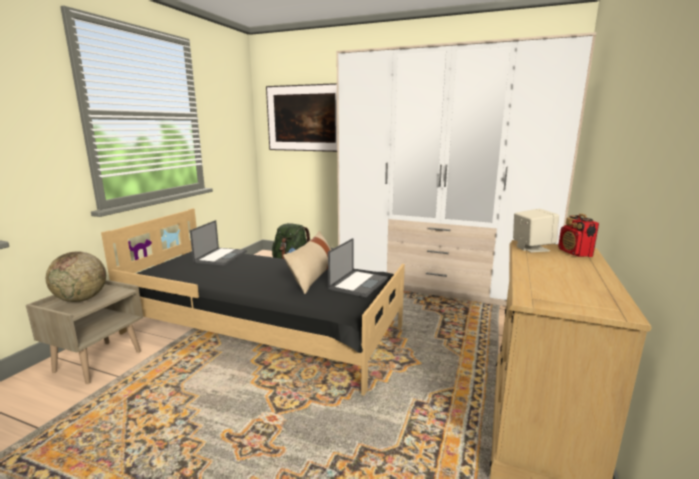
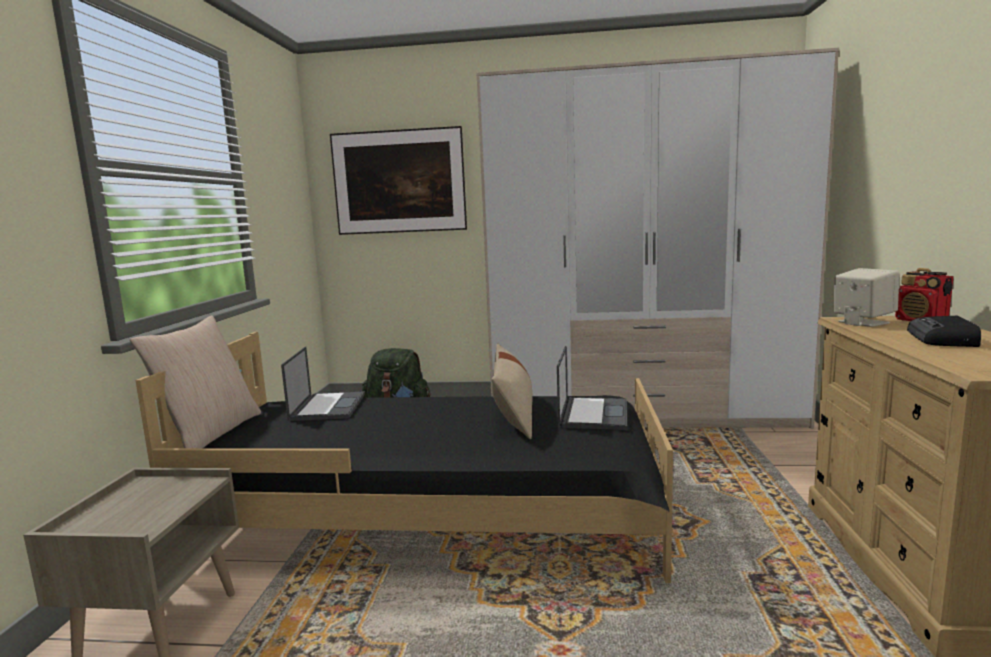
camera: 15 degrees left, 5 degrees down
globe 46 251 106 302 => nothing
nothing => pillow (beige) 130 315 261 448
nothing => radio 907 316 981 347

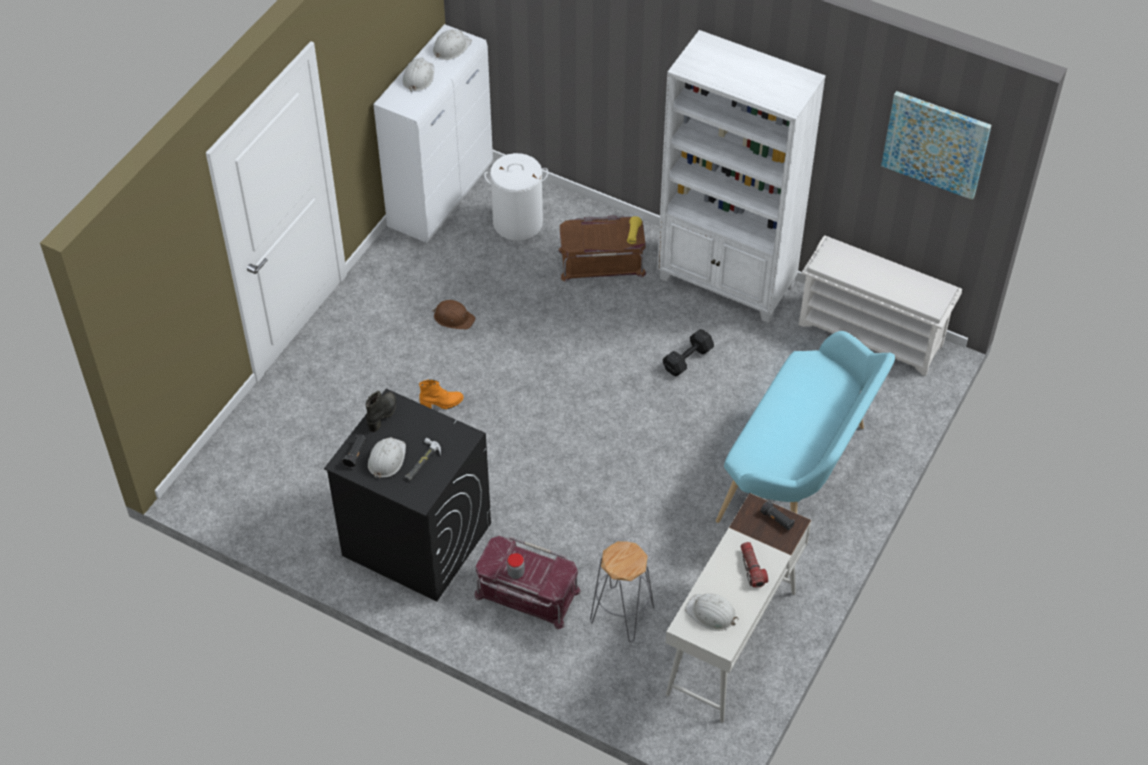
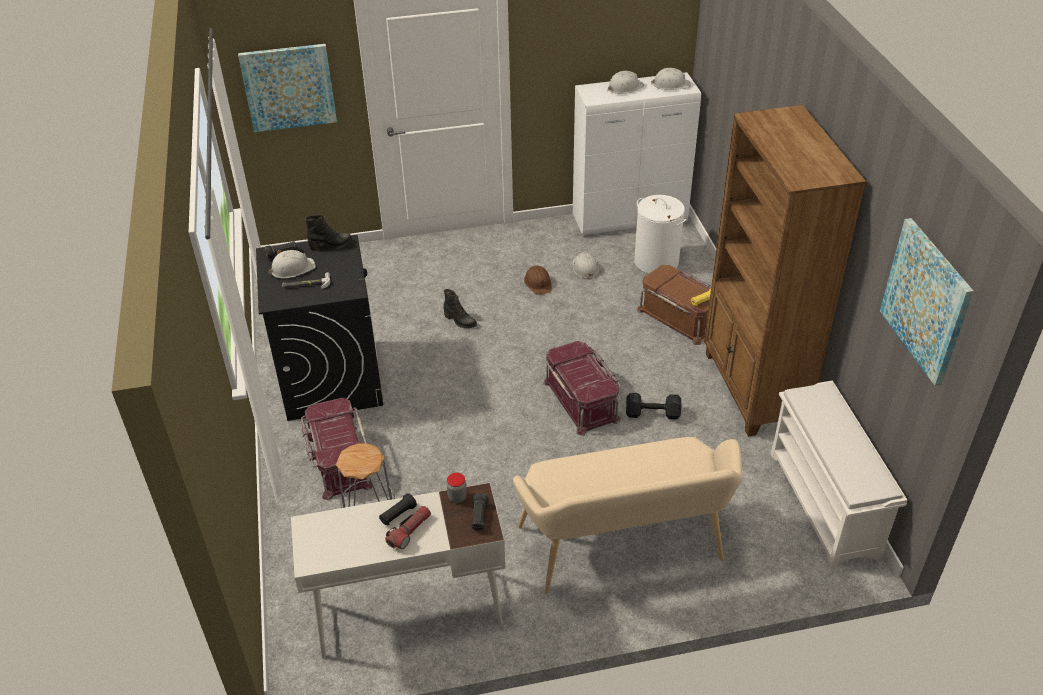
camera: 50 degrees right, 10 degrees down
bookcase (white) 657 30 826 323 => bookcase (brown) 704 105 866 436
bench (turquoise) 716 331 895 523 => bench (beige) 513 437 742 594
boot (orange) 419 379 464 409 => boot (black) 444 289 477 328
jar 507 553 525 579 => jar 447 473 467 503, relocated
hard hat (white) 685 593 739 631 => hard hat (white) 572 252 599 280, relocated
nothing => picture 238 44 337 132
nothing => storage box (red) 543 341 621 436
nothing => flashlight (black) 379 493 417 526

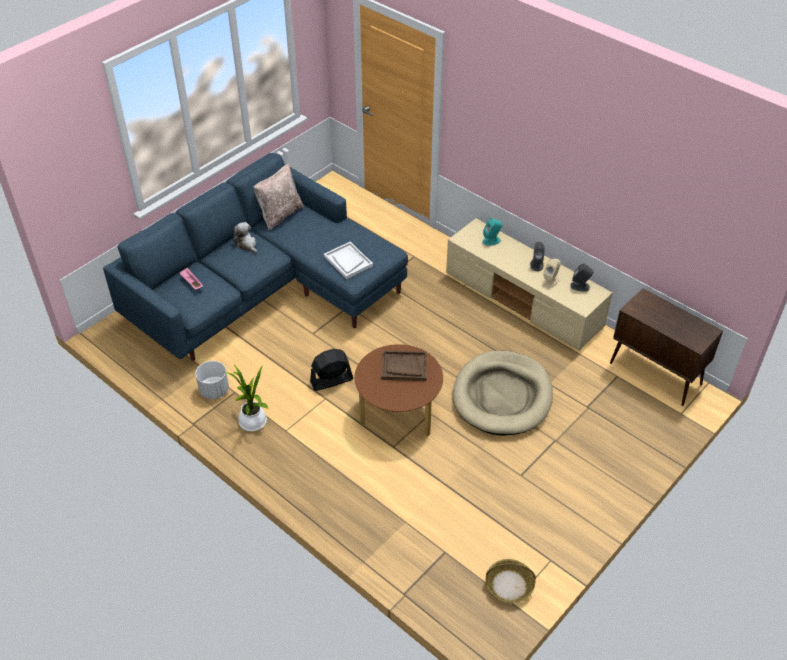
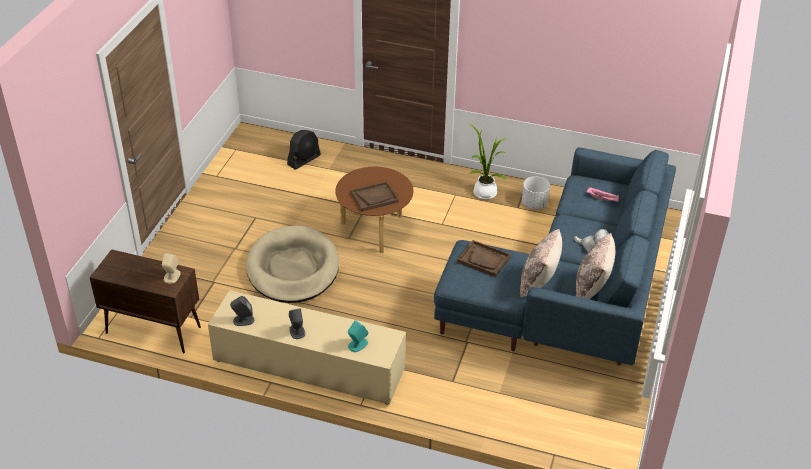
camera: 155 degrees right, 5 degrees down
tray (white) 324 242 373 279 => tray (brown) 457 240 511 277
speaker (beige) 543 259 561 288 => speaker (beige) 162 253 180 284, relocated
fan (black) 310 349 353 391 => fan (black) 287 130 321 170, relocated
basket 486 559 536 603 => nothing
nothing => pillow (beige) 520 229 562 297

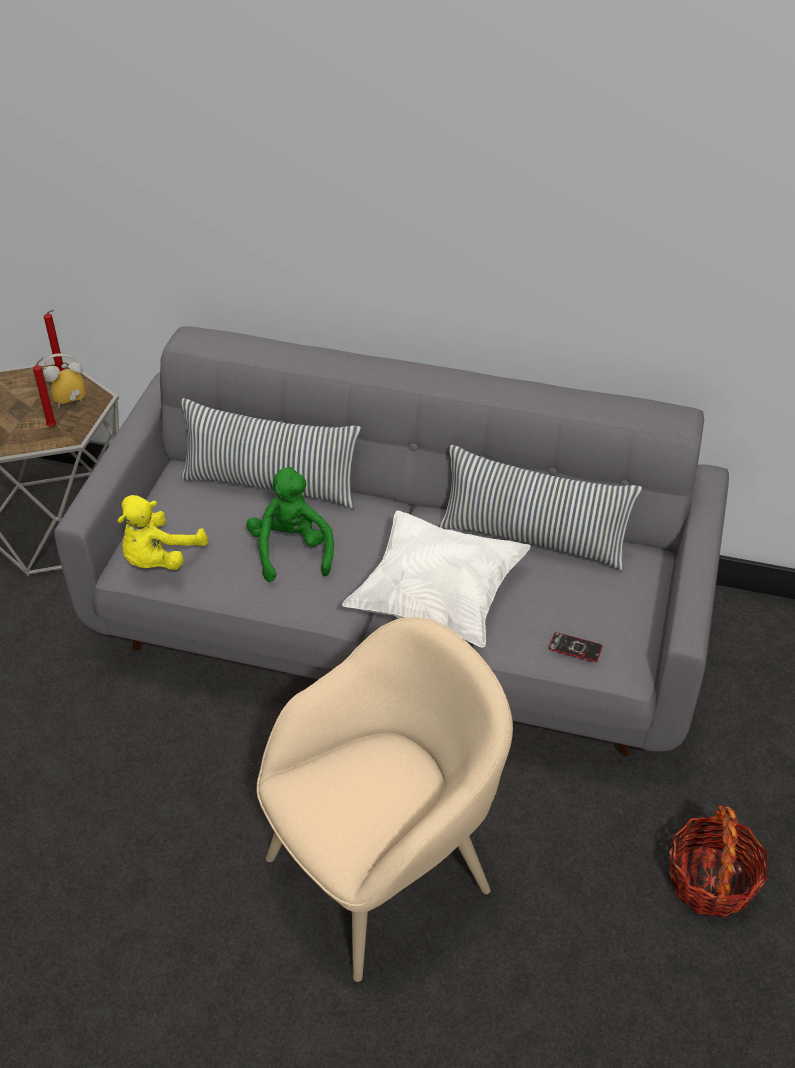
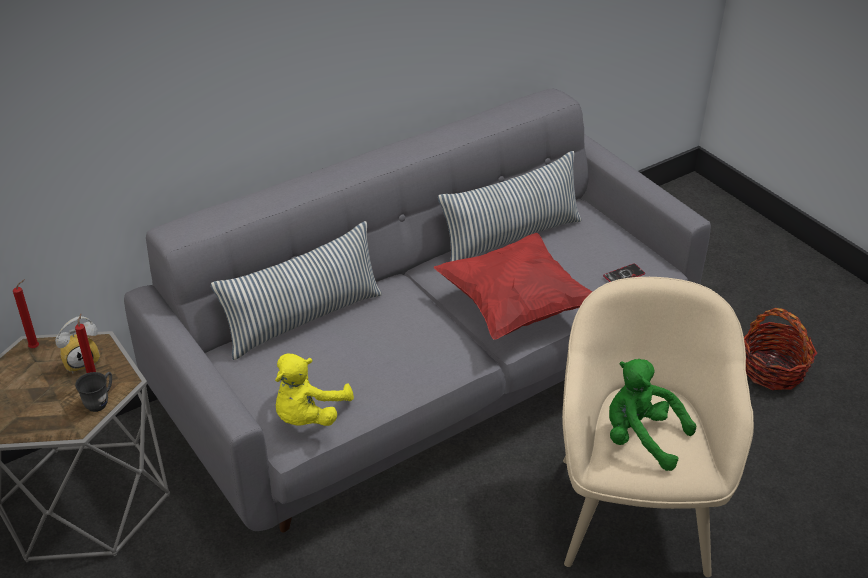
camera: 50 degrees left, 5 degrees down
alarm clock 43 354 86 408 => alarm clock 55 316 100 373, 135 degrees counterclockwise
plush toy (green) 246 467 334 582 => plush toy (green) 609 359 696 471, relocated
plush toy (yellow) 117 495 208 570 => plush toy (yellow) 275 353 354 426, 45 degrees clockwise
pillow (white) 342 511 531 648 => pillow (red) 434 233 592 340
nothing => mug (grey) 75 372 112 412

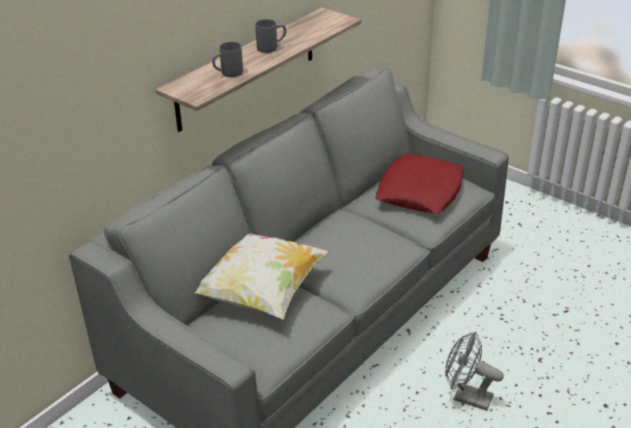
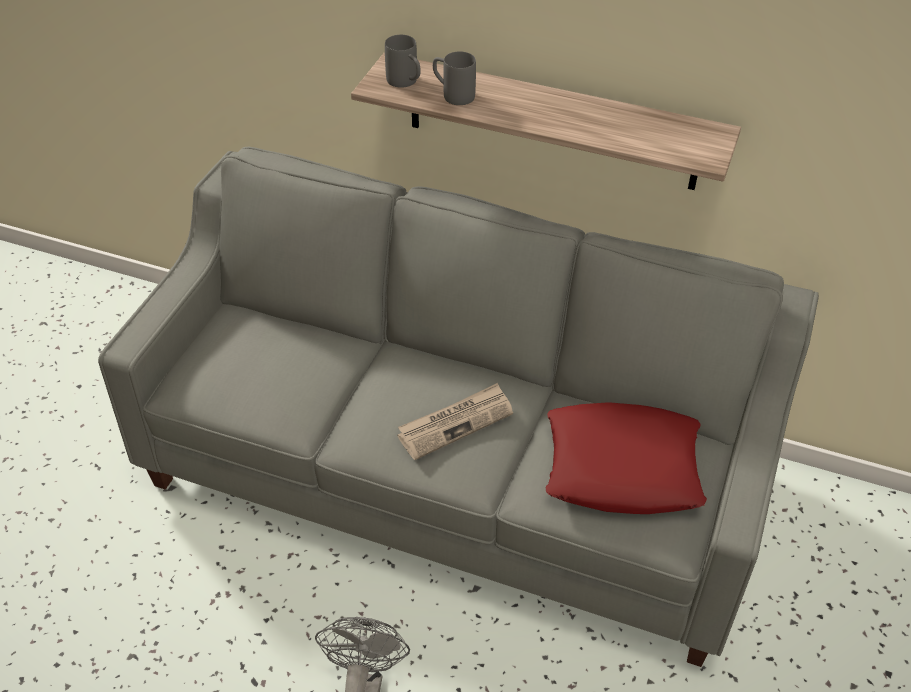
camera: 70 degrees right, 10 degrees up
mug (grey) 255 19 286 53 => mug (grey) 385 35 420 88, relocated
pillow 195 233 328 320 => nothing
nothing => newspaper 397 383 513 460

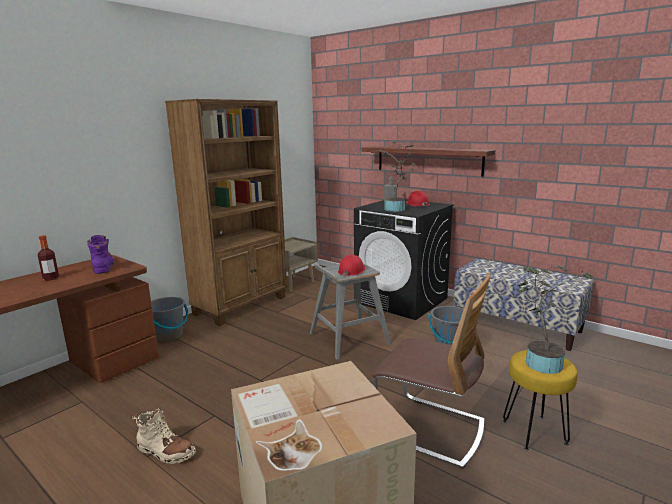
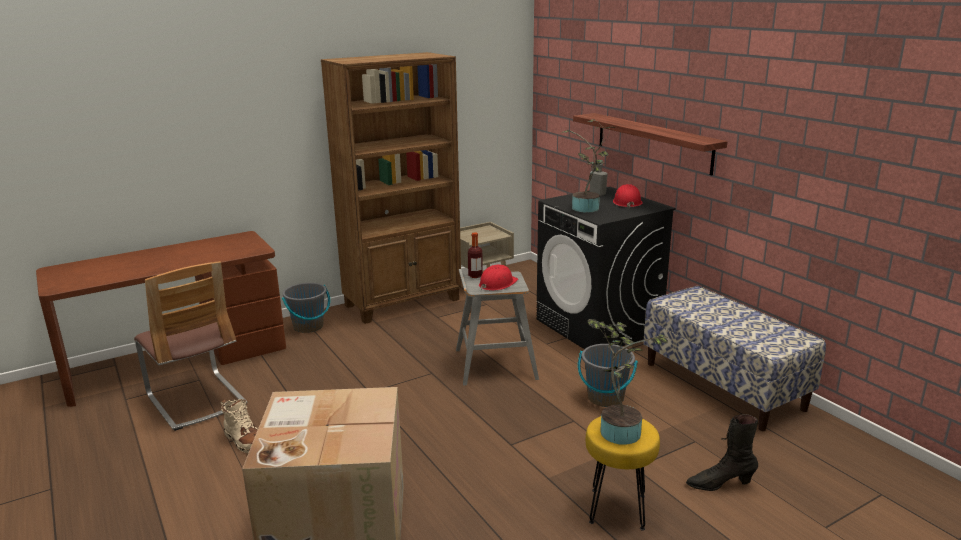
camera: 20 degrees right, 5 degrees up
bottle 38 235 59 281 => bottle 468 232 483 278, relocated
boot (purple) 87 235 114 274 => nothing
chair 372 273 491 469 => chair 134 261 247 431, relocated
nothing => boot (black) 686 414 758 491

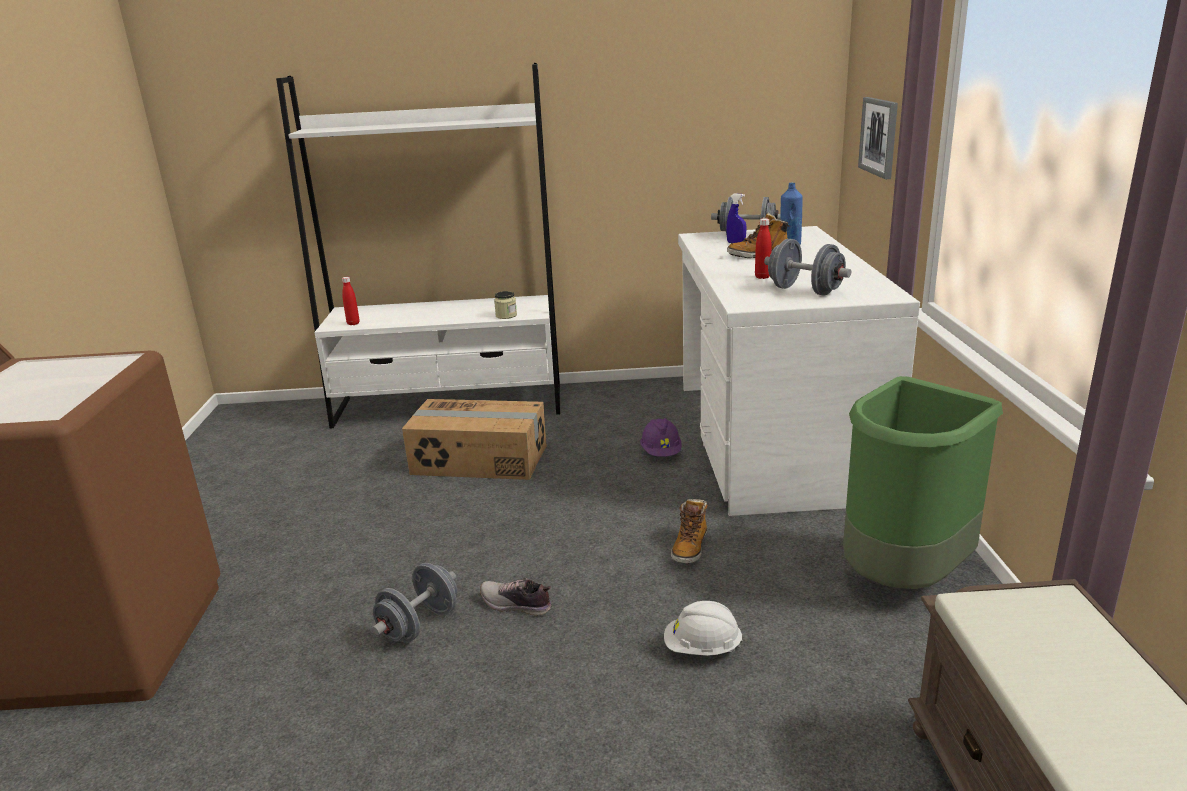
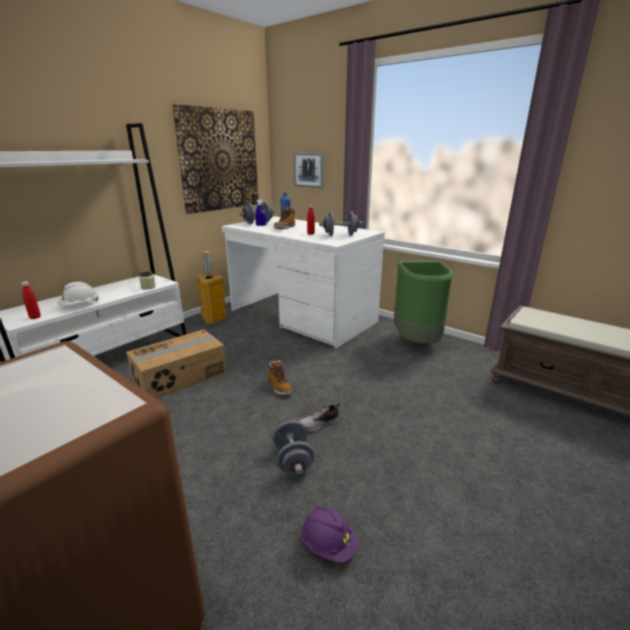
camera: 50 degrees left, 0 degrees up
hard hat (purple) 640 418 682 457 => hard hat (purple) 301 507 358 563, relocated
boot 671 499 707 564 => boot 268 360 293 395, relocated
hard hat (white) 664 601 743 656 => hard hat (white) 57 282 99 306, relocated
nothing => picture 172 104 258 214
nothing => trash can 197 251 227 324

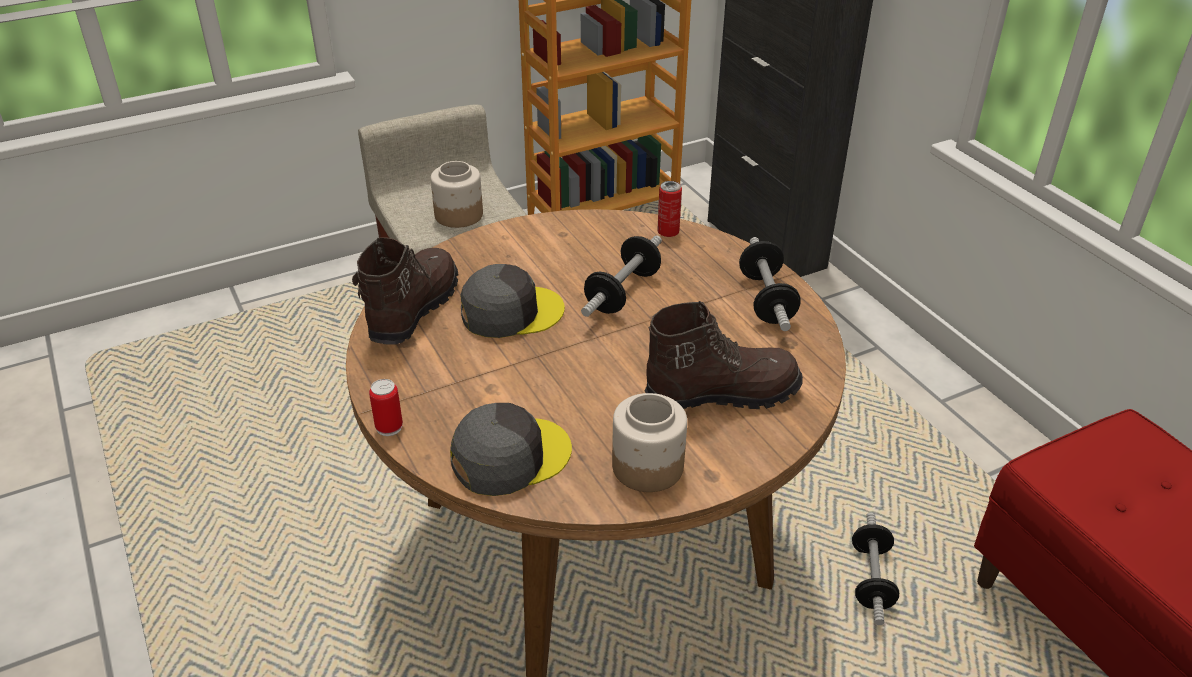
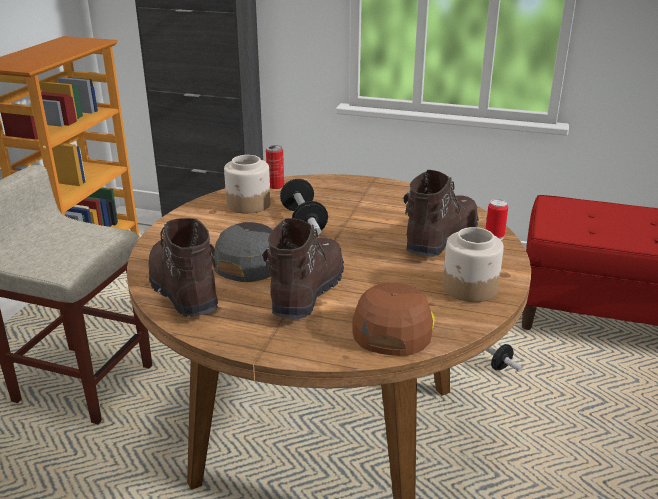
camera: 45 degrees left, 10 degrees down
jar 431 161 483 228 => jar 224 155 271 214, relocated
dumbbell 739 237 801 331 => nothing
can 369 379 403 436 => can 486 199 508 240, relocated
cap (grey) 450 403 572 496 => cap (brown) 352 282 435 356
nothing => boot (brown) 263 218 344 319

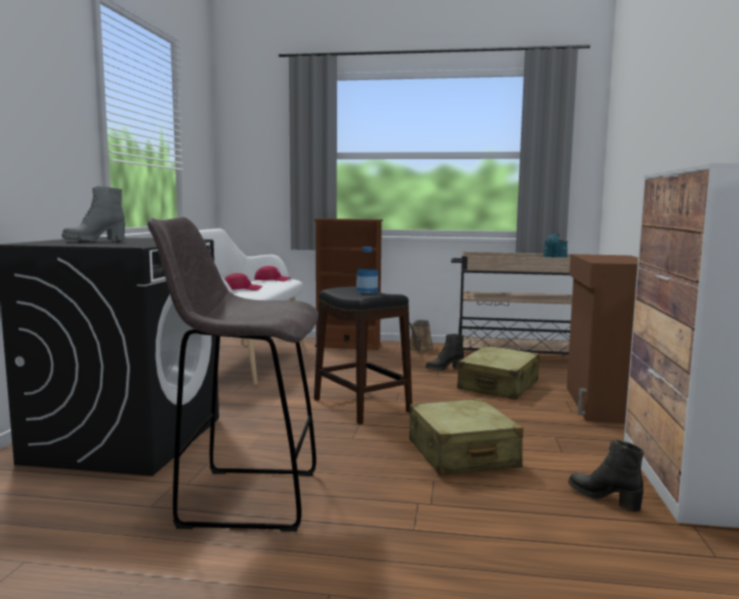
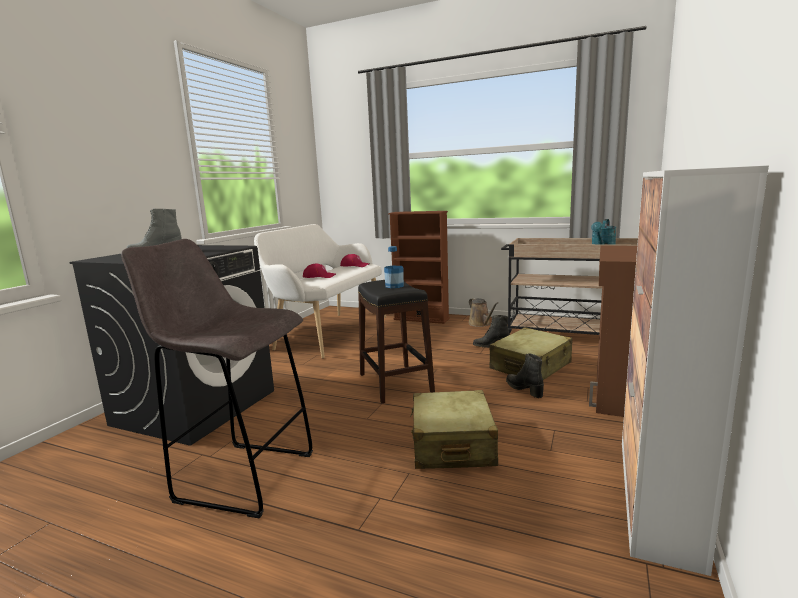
camera: 15 degrees right, 5 degrees up
watering can (brown) 409 320 434 352 => watering can (brown) 468 298 498 327, 60 degrees counterclockwise
boot (black) 568 440 644 512 => boot (black) 506 353 544 398, relocated

